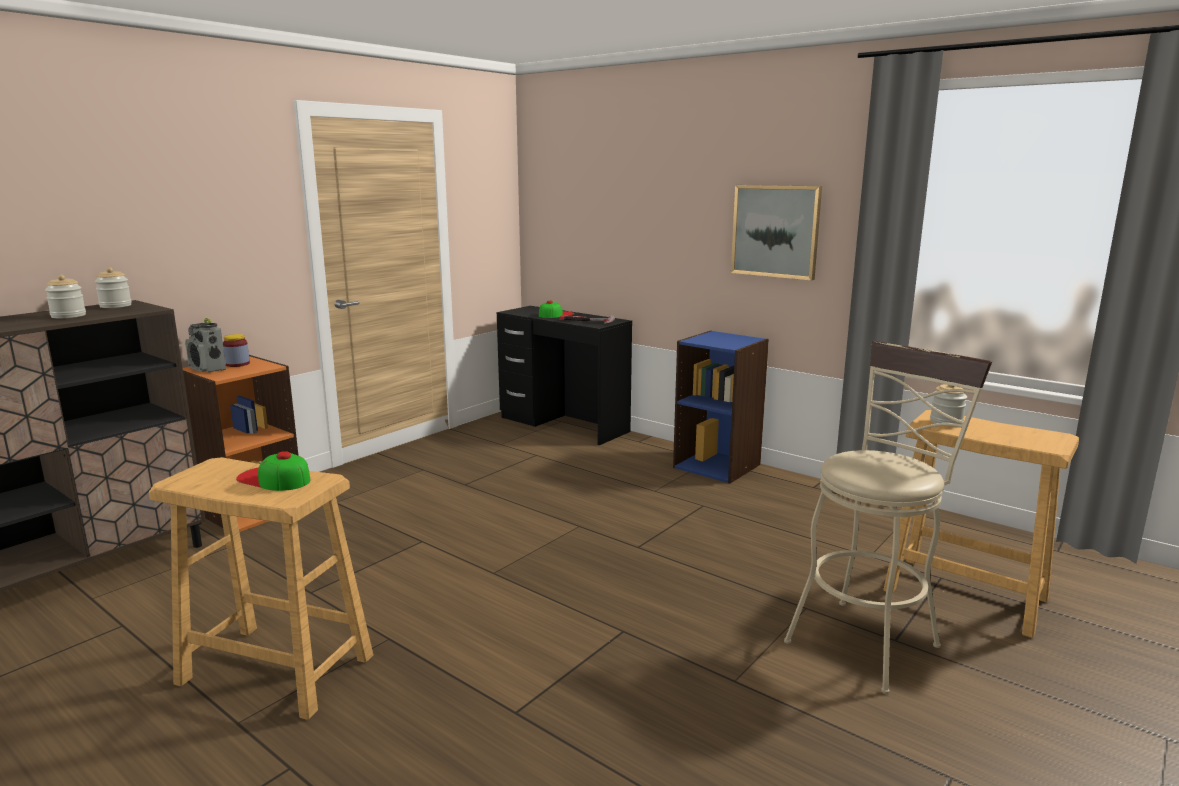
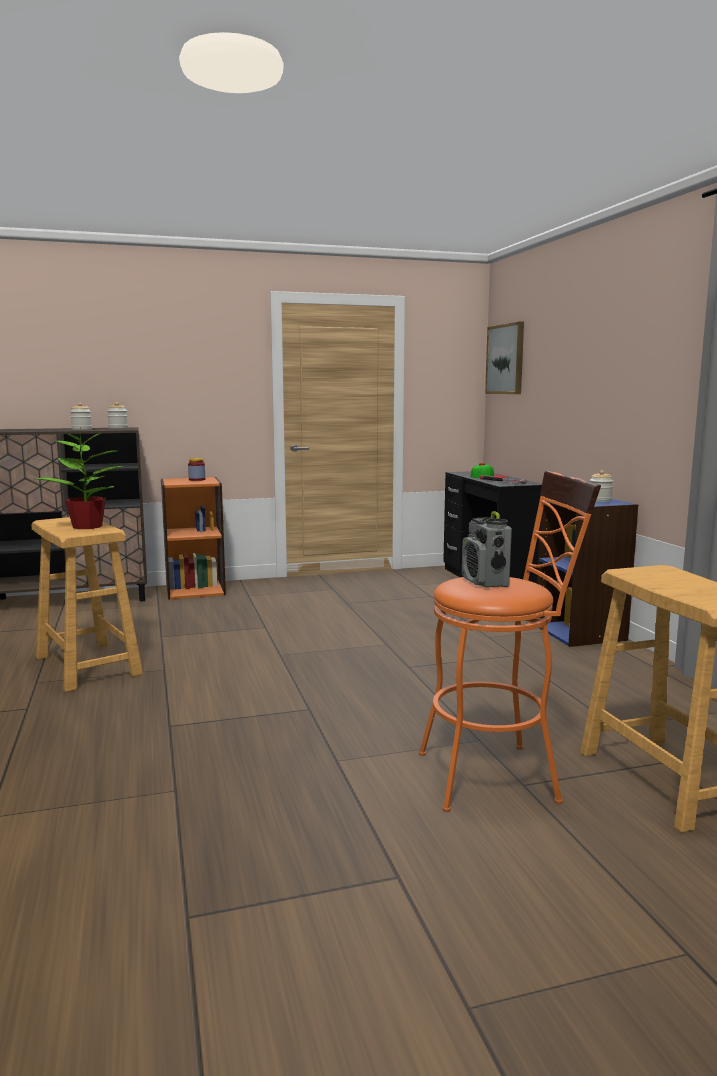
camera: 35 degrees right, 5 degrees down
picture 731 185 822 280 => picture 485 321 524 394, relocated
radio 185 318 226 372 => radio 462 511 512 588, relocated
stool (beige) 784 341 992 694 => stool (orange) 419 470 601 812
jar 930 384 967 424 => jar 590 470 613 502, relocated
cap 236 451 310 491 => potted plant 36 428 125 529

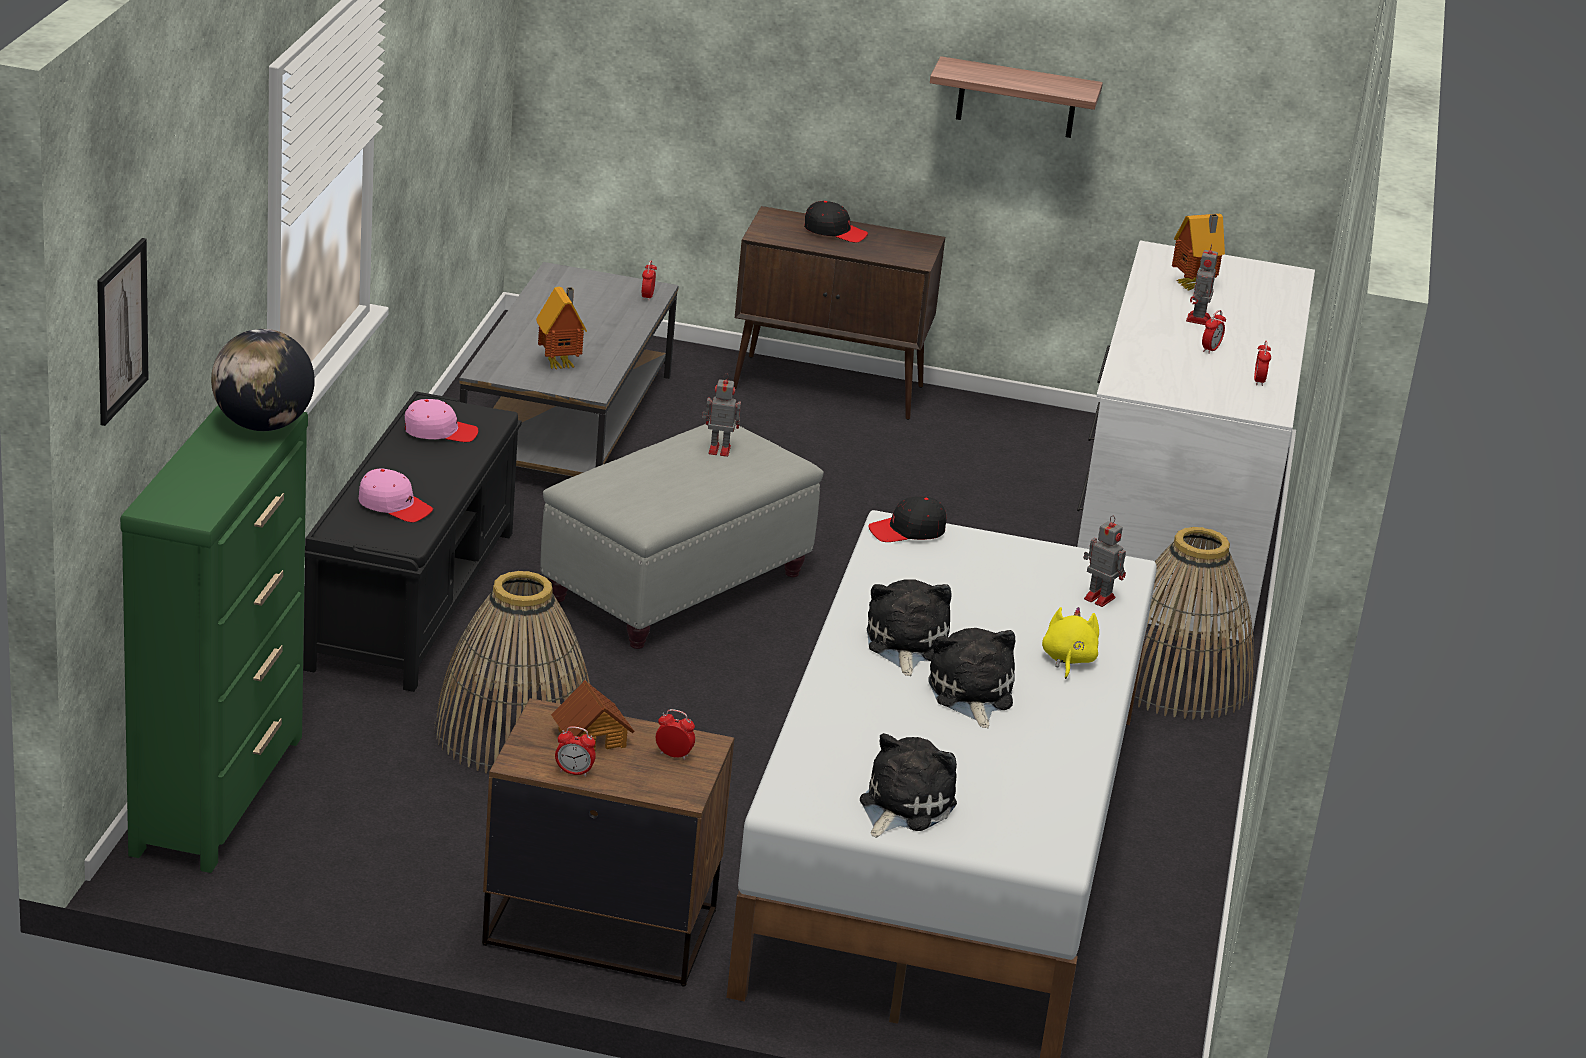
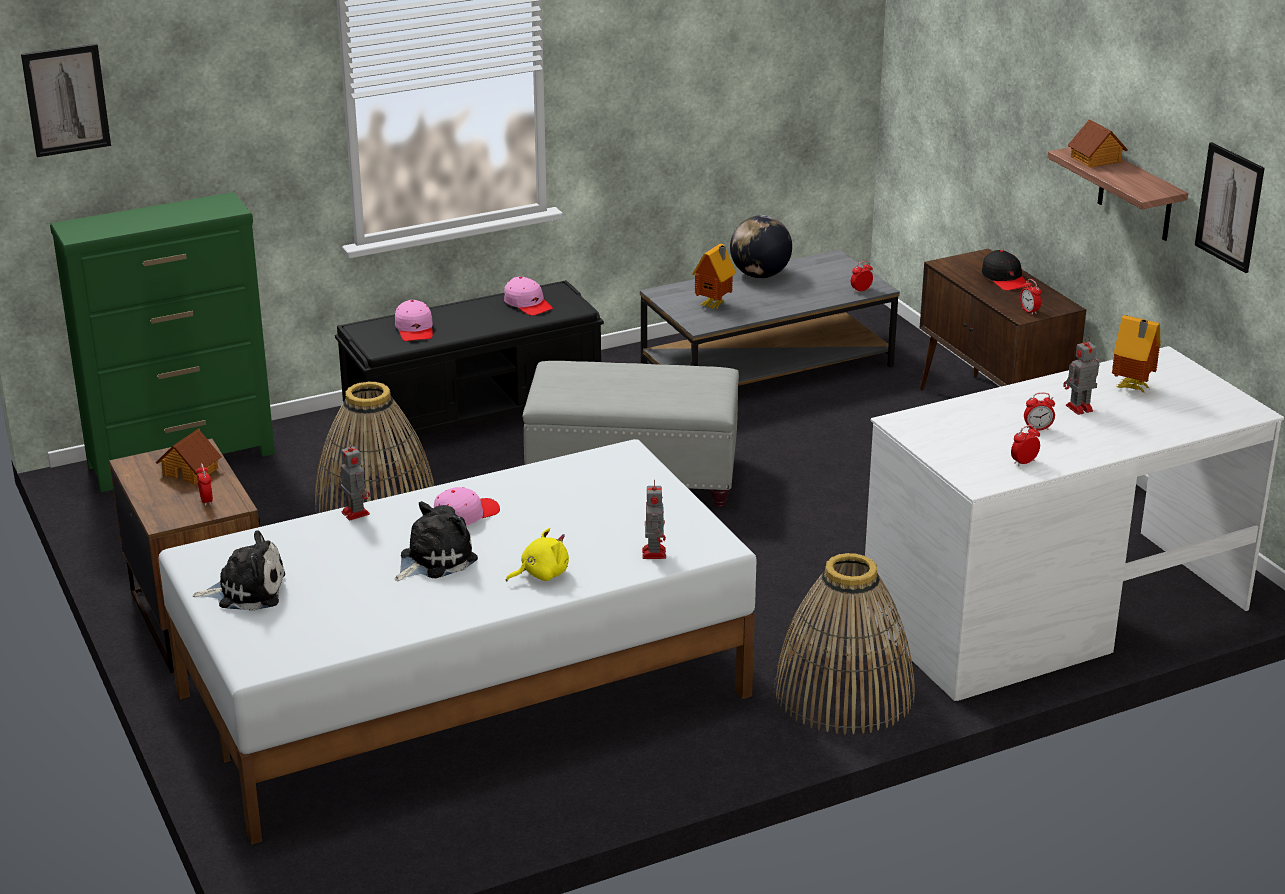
camera: 55 degrees right, 0 degrees up
globe 211 329 315 431 => globe 730 215 792 278, relocated
toy robot 702 373 741 457 => toy robot 340 441 370 521, relocated
cap (black) 868 496 947 542 => nothing
plush toy 867 579 951 676 => cap (pink) 434 487 500 526
alarm clock 555 726 596 777 => alarm clock 1020 279 1041 315, relocated
nothing => toy house 1068 119 1128 168
nothing => picture 1195 142 1265 273

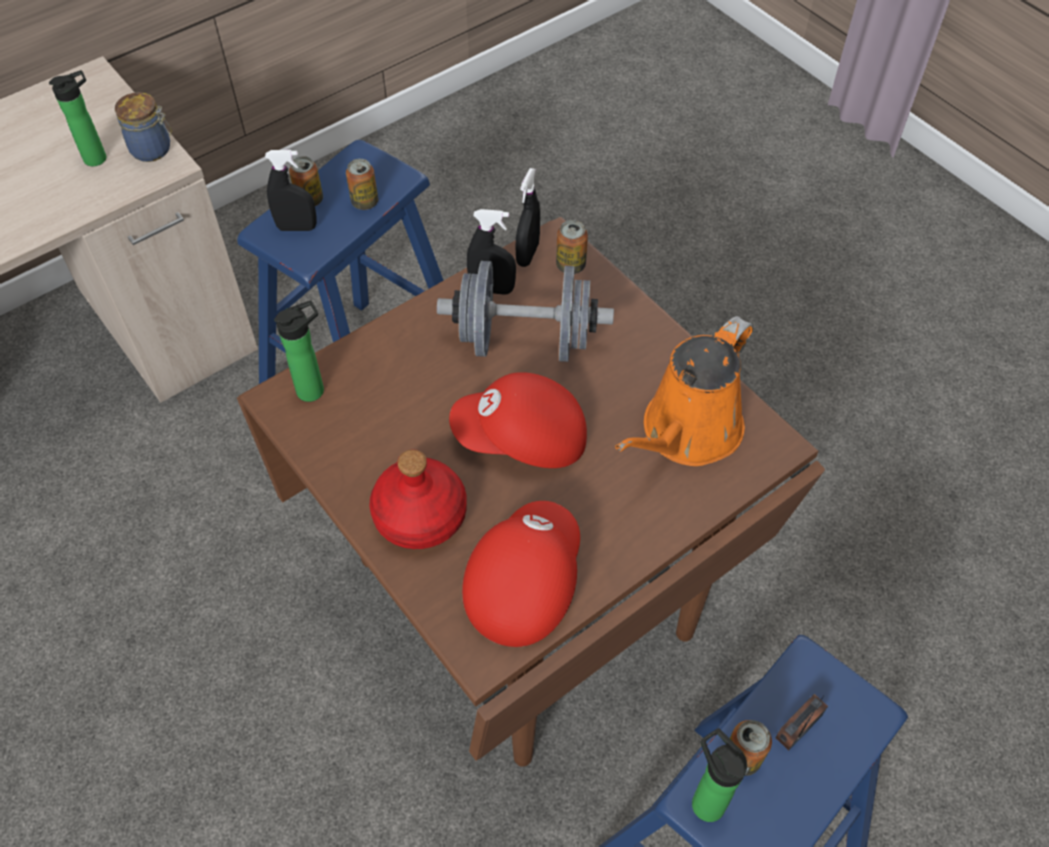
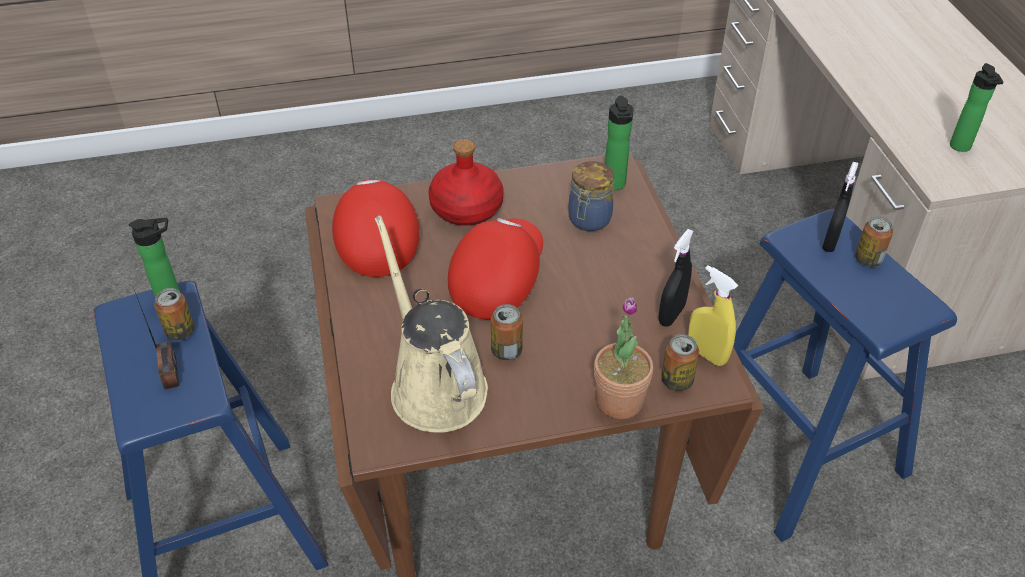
camera: 115 degrees right, 10 degrees down
jar 115 92 172 162 => jar 568 161 614 231, relocated
can 346 159 378 210 => can 491 304 523 360, relocated
spray bottle (black) 516 168 540 267 => spray bottle (yellow) 688 265 738 366
dumbbell (grey) 437 261 614 362 => nothing
watering can (orange) 615 316 753 466 => watering can (beige) 375 216 488 433
cap (red) 462 501 580 647 => cap (red) 332 179 420 277, 150 degrees counterclockwise
nothing => potted plant 594 298 653 419

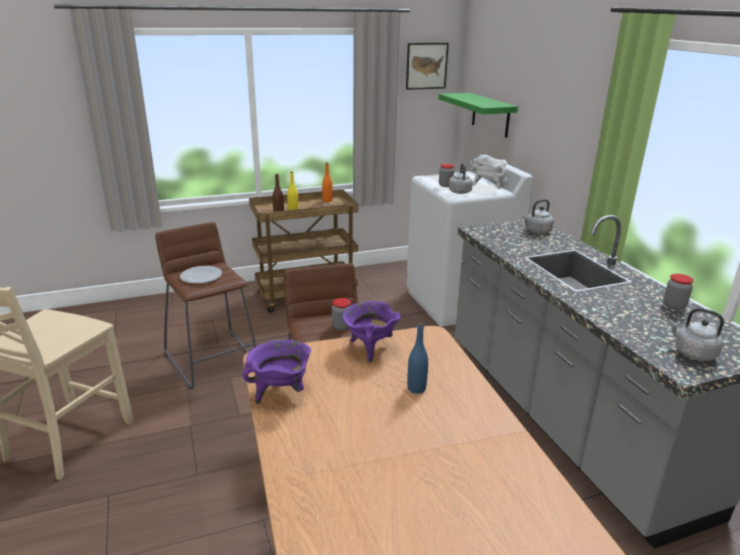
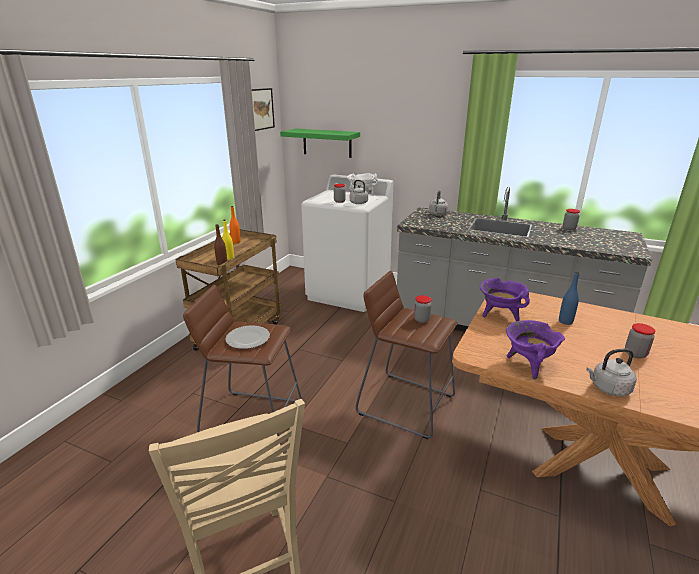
camera: 45 degrees left, 0 degrees up
kettle (grey) 669 308 724 361 => kettle (grey) 586 349 637 396, relocated
nothing => jar 625 323 655 358

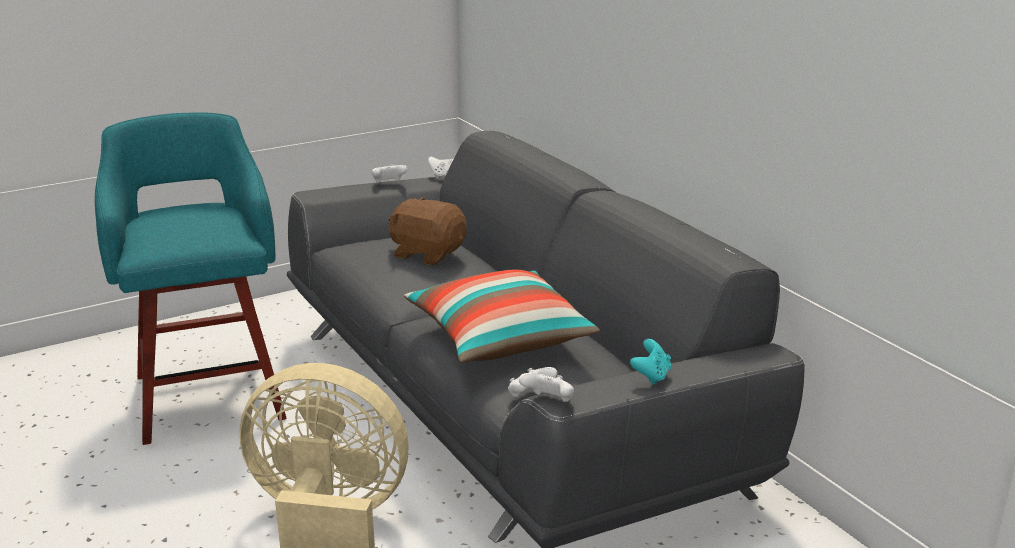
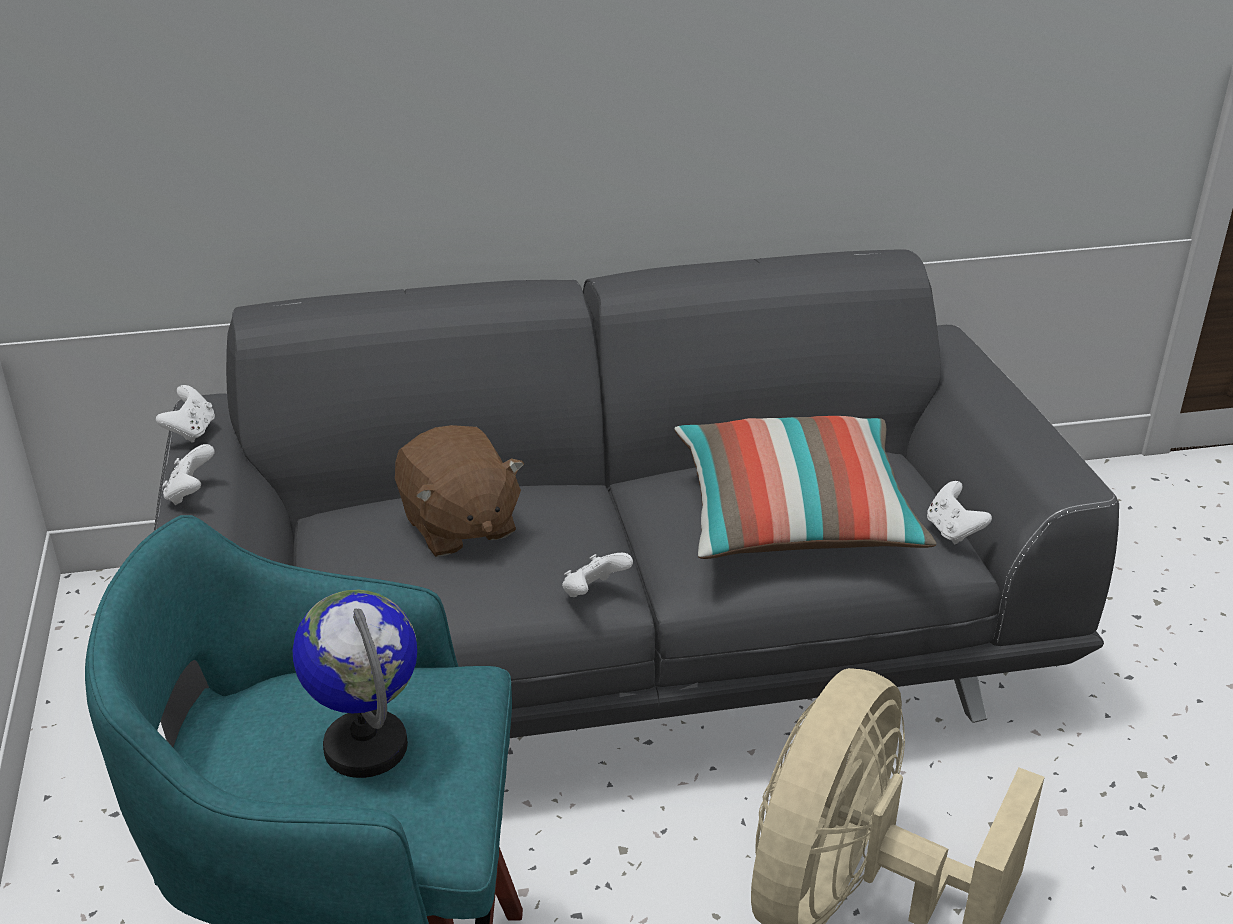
camera: 70 degrees left, 10 degrees up
plush toy (brown) 388 196 467 266 => plush toy (brown) 395 425 524 557, 75 degrees counterclockwise
game controller (turquoise) 630 339 671 385 => nothing
game controller (white) 519 373 574 402 => game controller (white) 562 553 633 597, relocated
nothing => globe 293 590 417 778

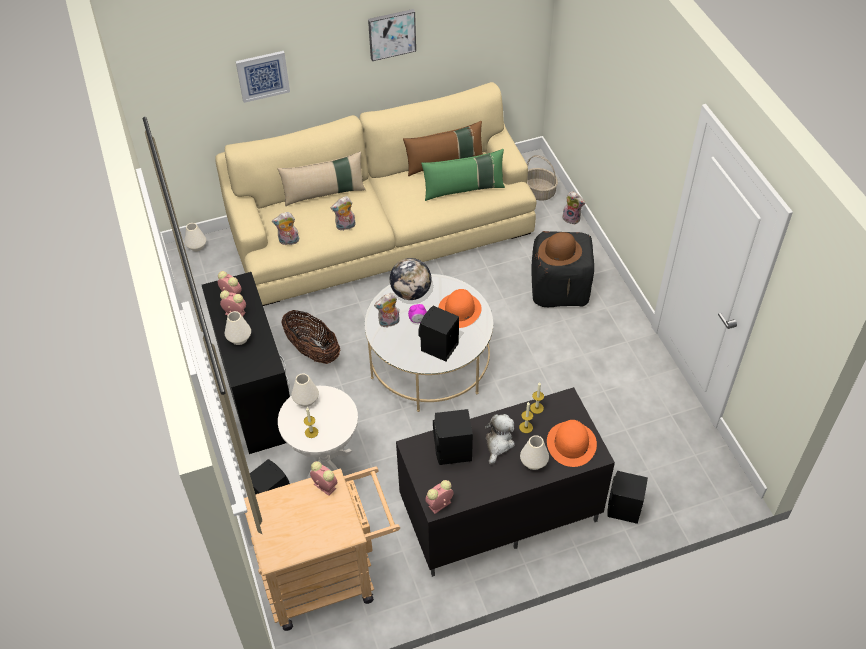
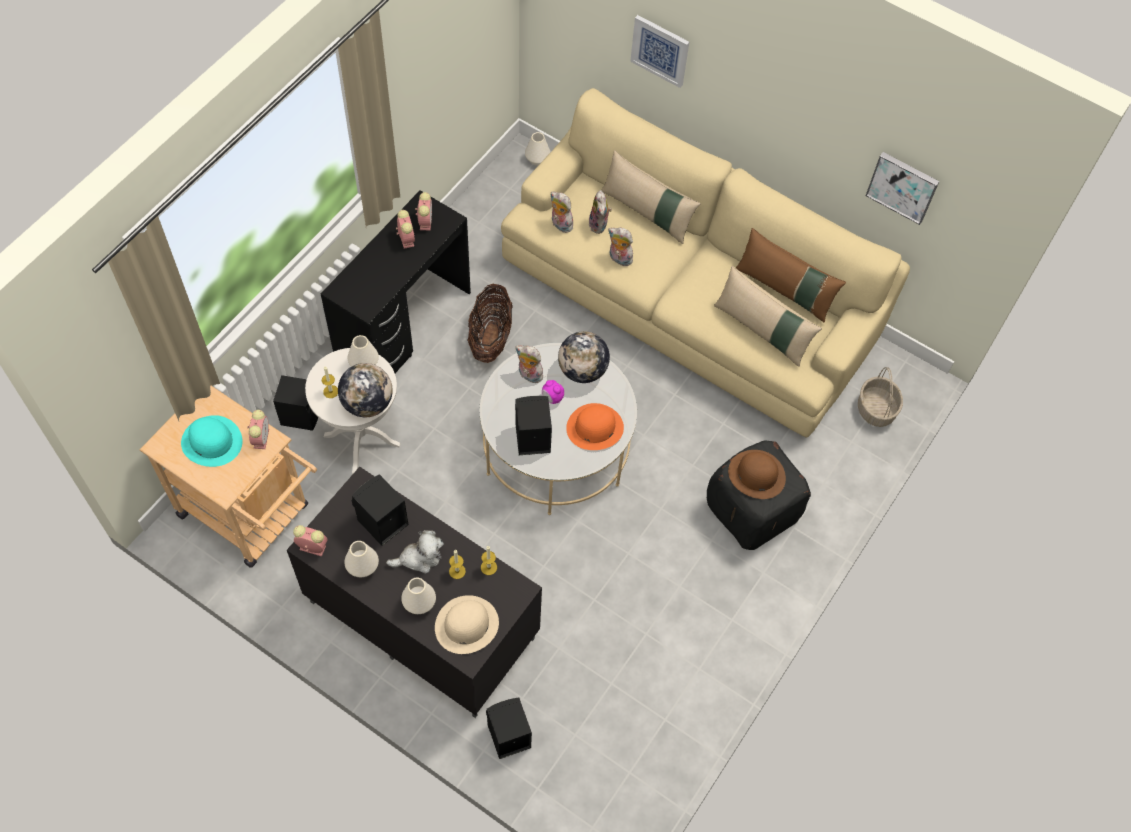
camera: 50 degrees right, 10 degrees up
picture 368 9 416 61 => picture 866 152 939 225, relocated
pillow (green) 421 149 505 201 => pillow (beige) 714 266 822 367
plush toy 562 191 585 225 => plush toy 589 190 612 234, relocated
vase (white) 225 311 251 345 => vase (white) 344 541 379 577, relocated
hat (orange) 547 420 597 467 => hat (beige) 435 595 499 654
nothing => globe 338 363 393 417
nothing => hat (turquoise) 181 415 243 467

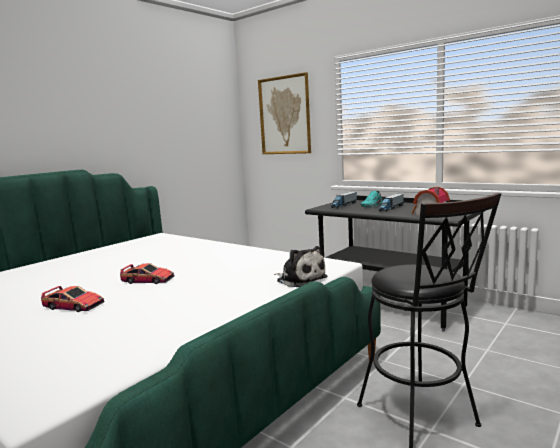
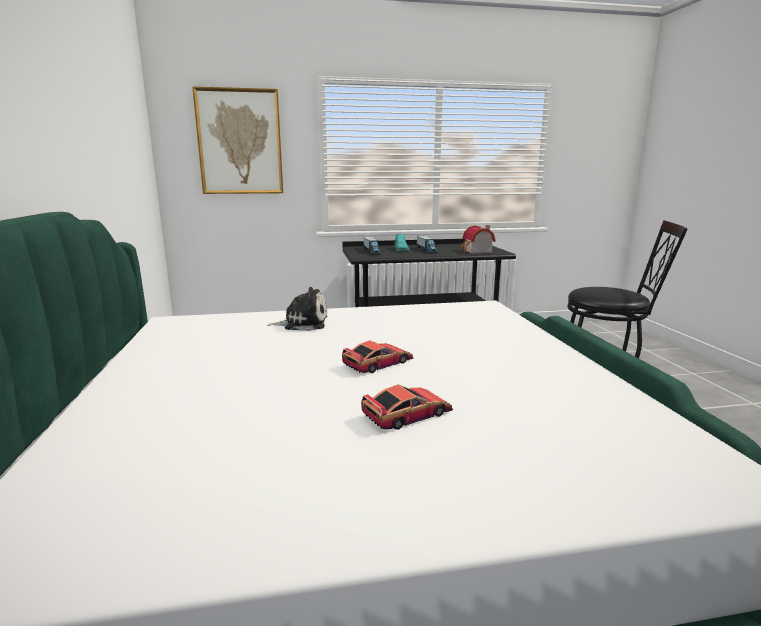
camera: 50 degrees left, 5 degrees up
plush toy 274 246 327 287 => plush toy 267 287 327 331, relocated

